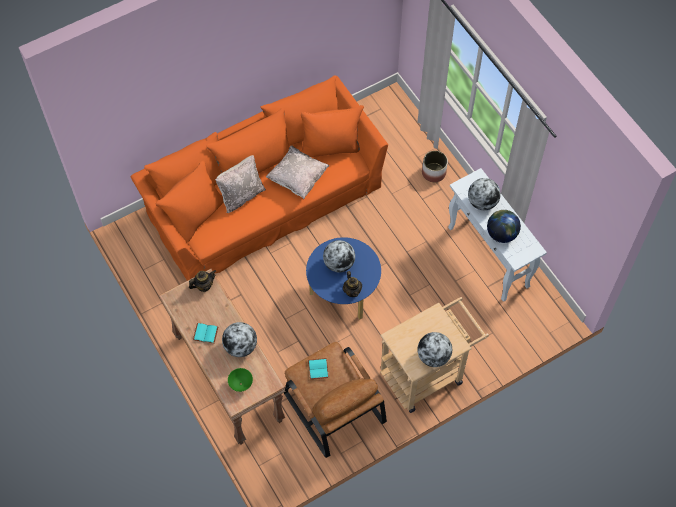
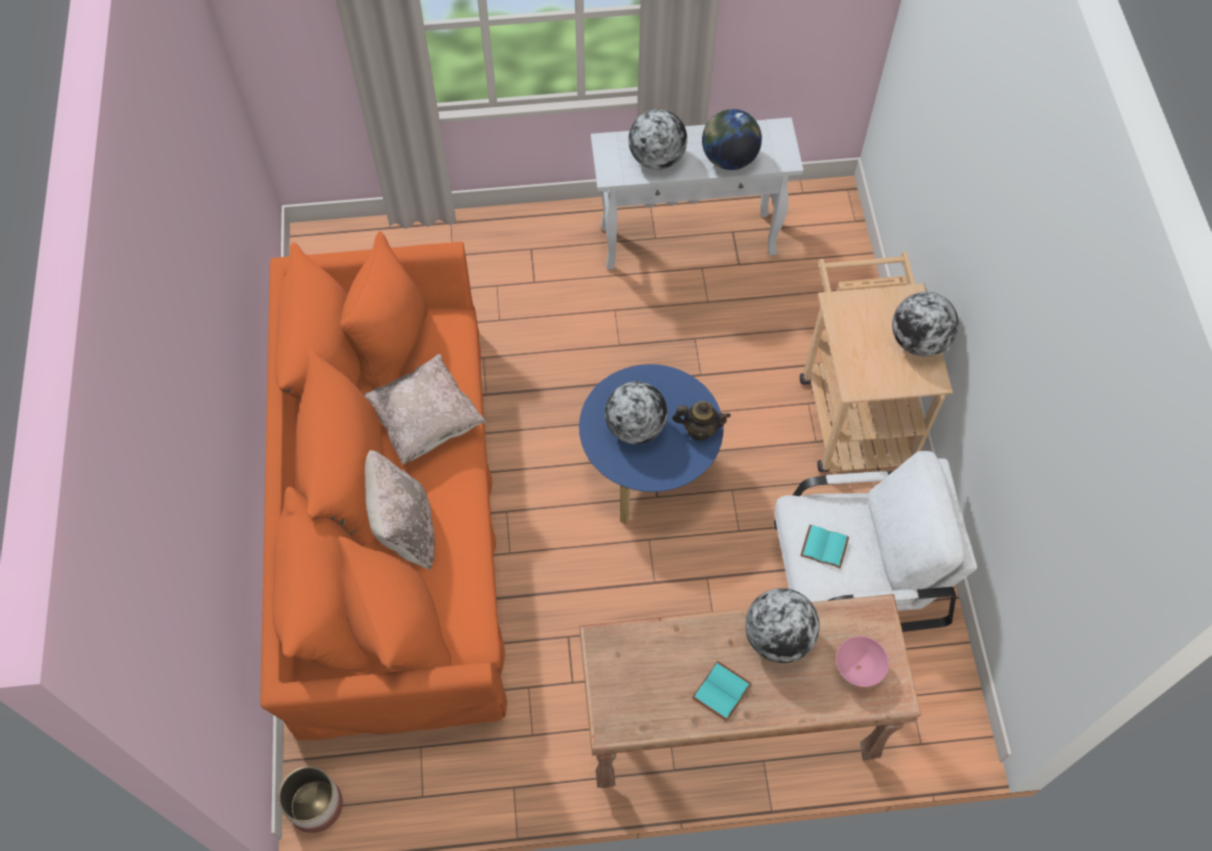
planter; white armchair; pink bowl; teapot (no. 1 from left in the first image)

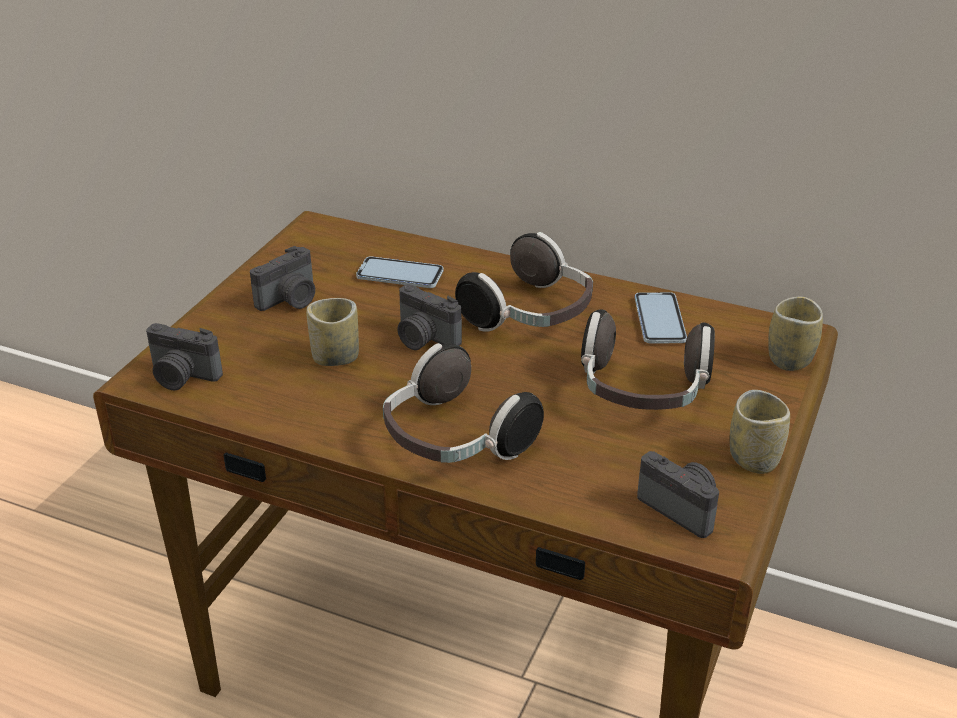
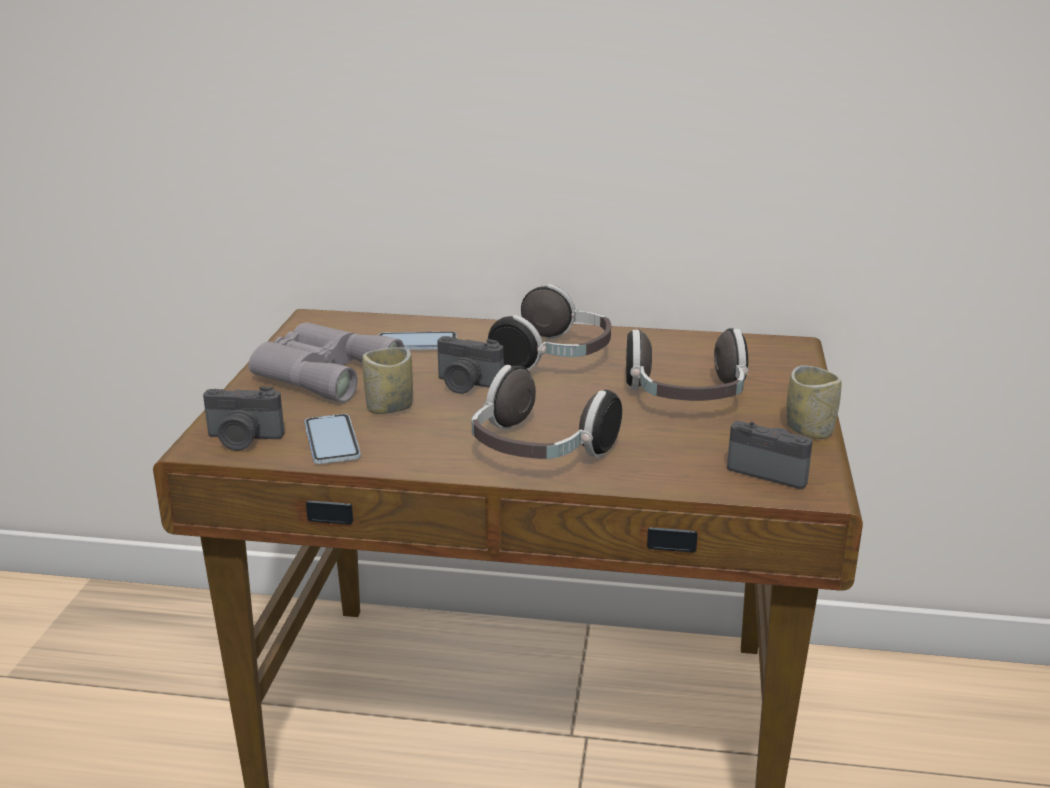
grey binoculars; phone (no. 1 from left); cup (no. 3 from left in the first image)

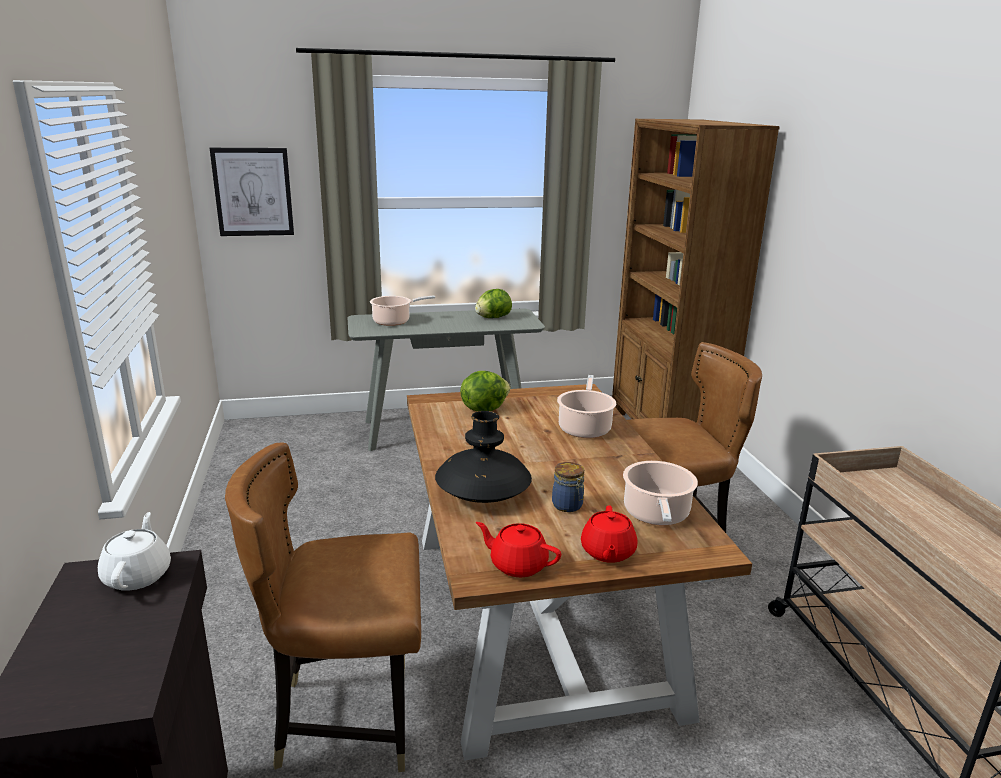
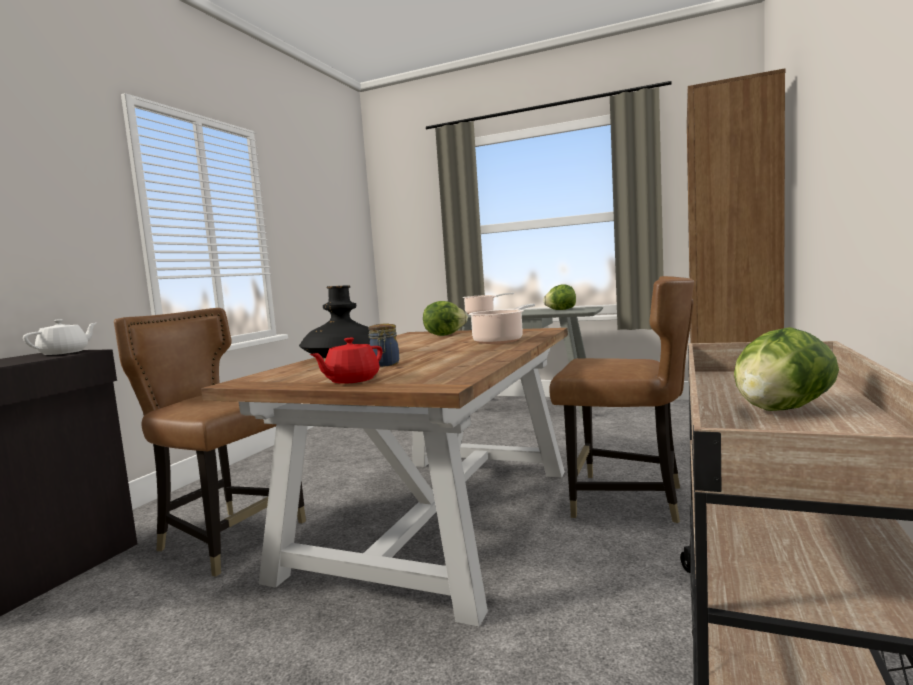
lettuce (no. 3 from left); picture; red teapot (no. 1 from left in the first image); cooking pot (no. 3 from left in the first image)

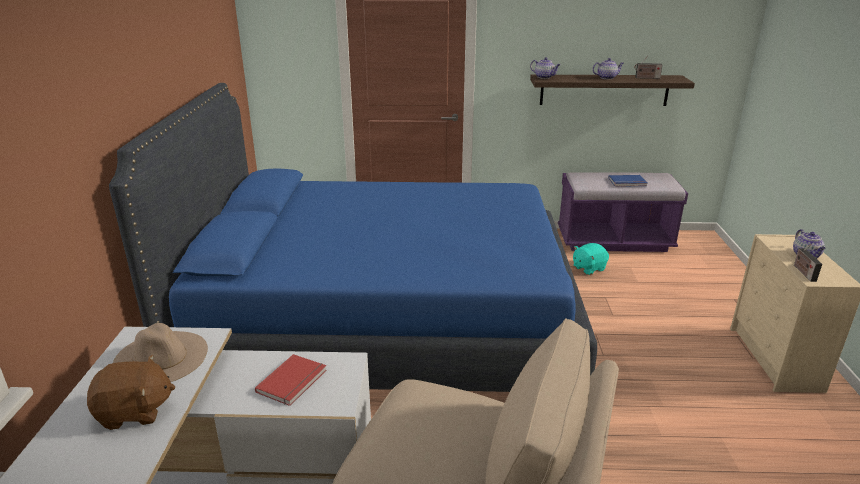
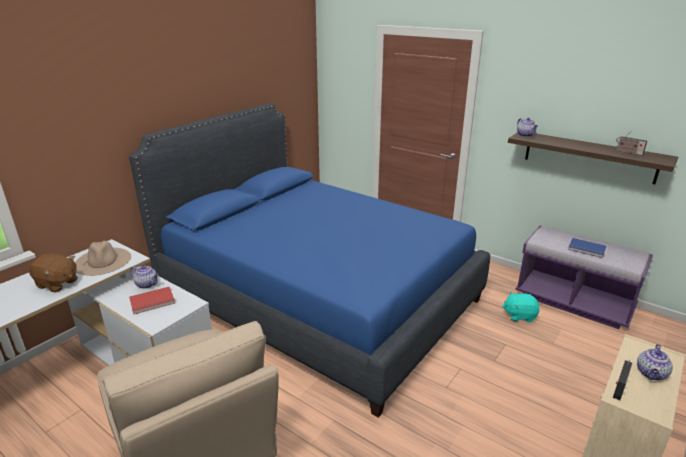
teapot (no. 1 from left)

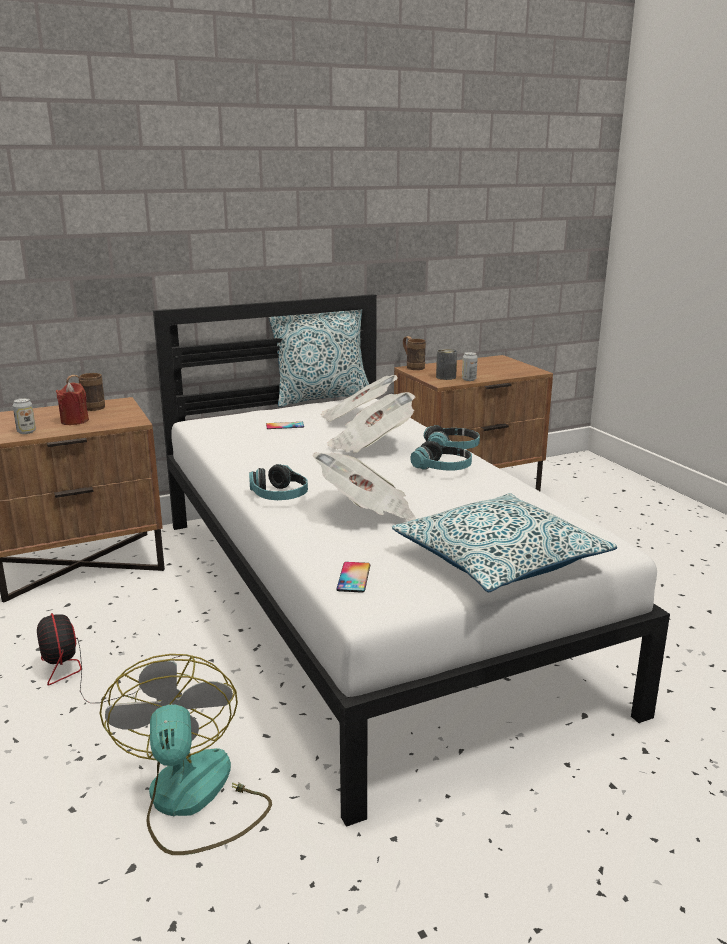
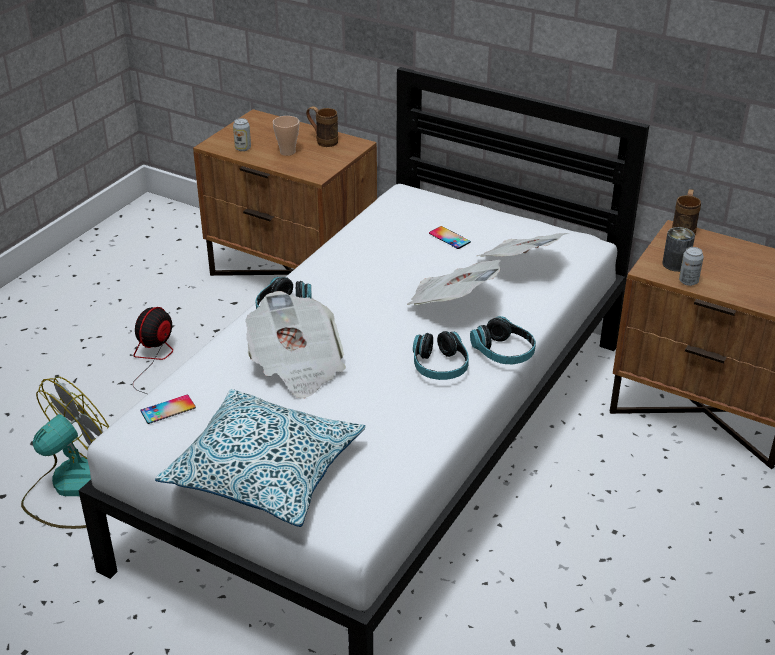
cup; pillow (no. 1 from left in the first image)

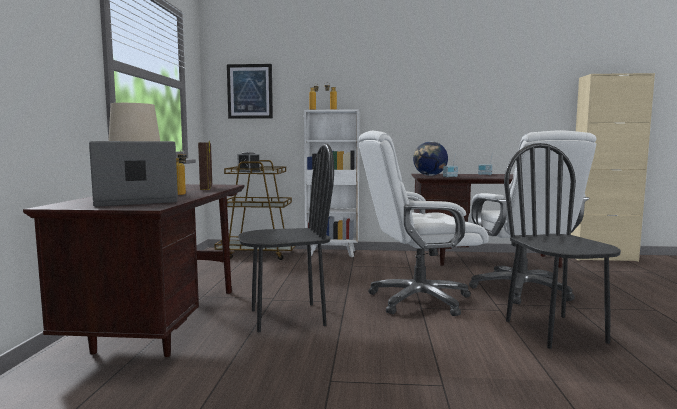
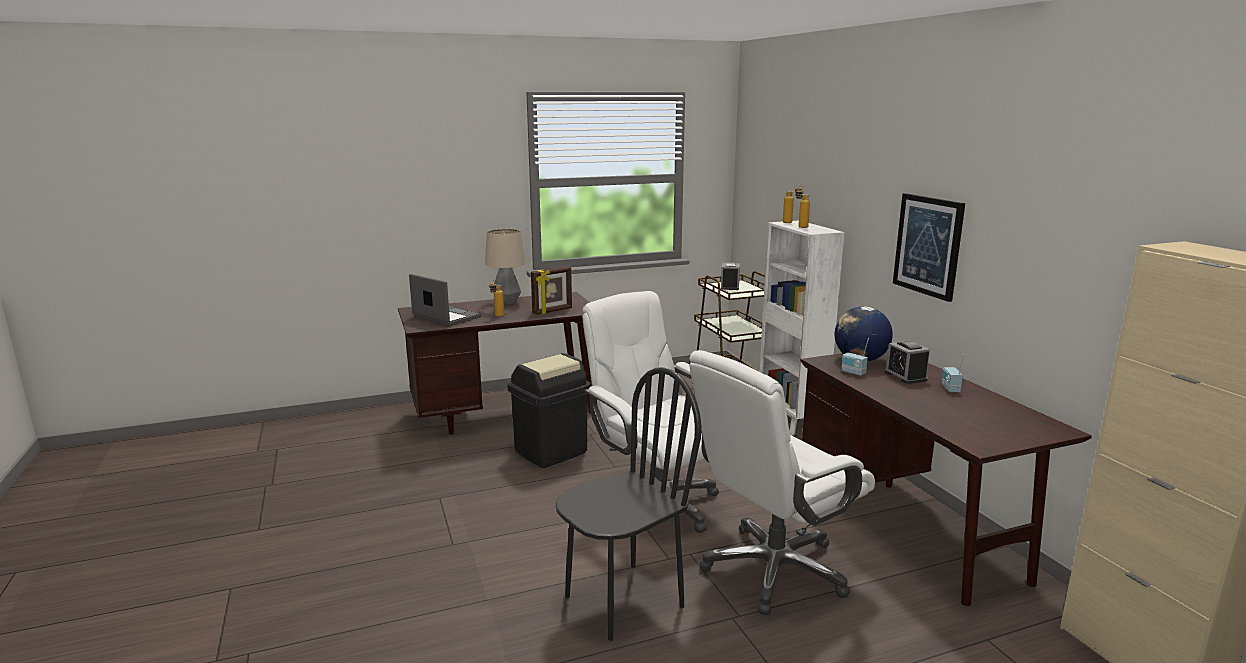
black trash can; alarm clock (no. 2 from left); picture

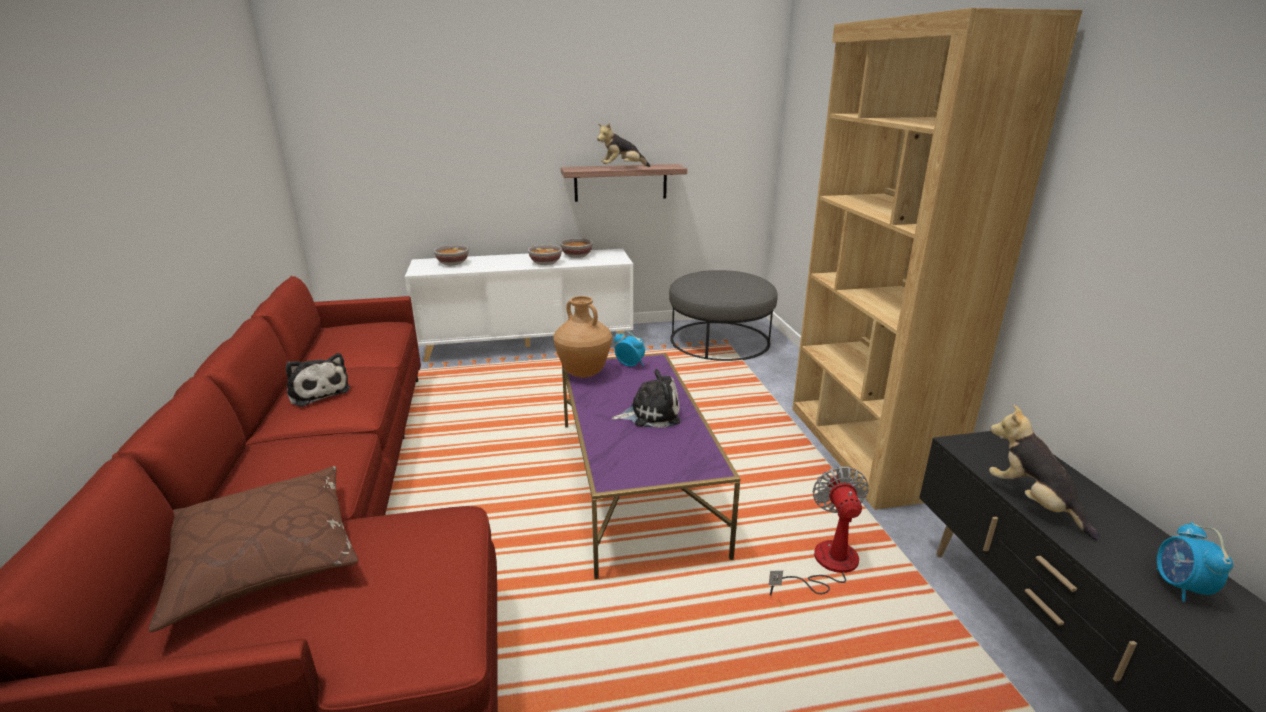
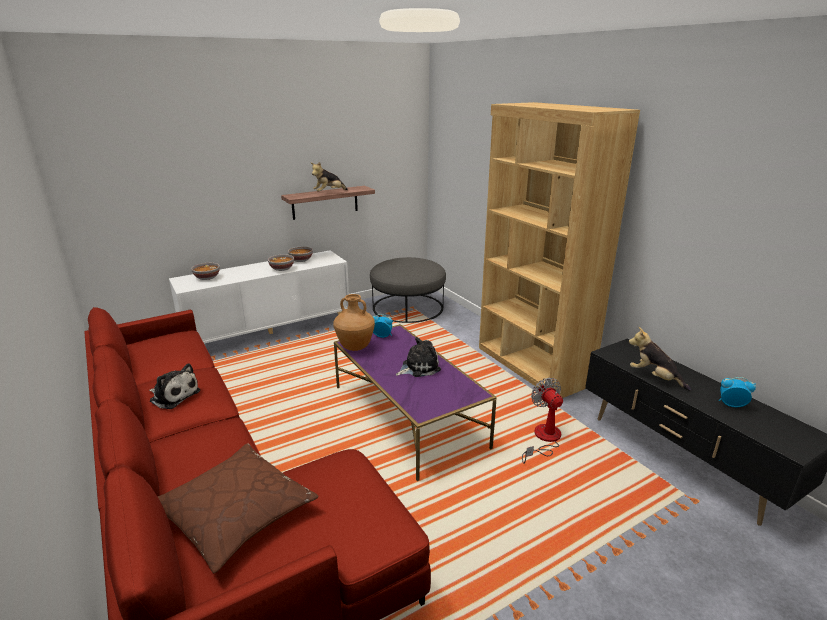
alarm clock (no. 2 from left)

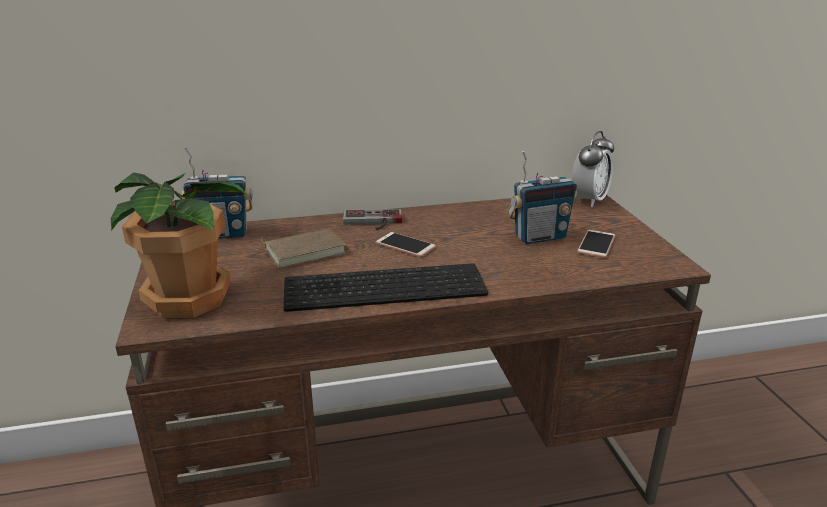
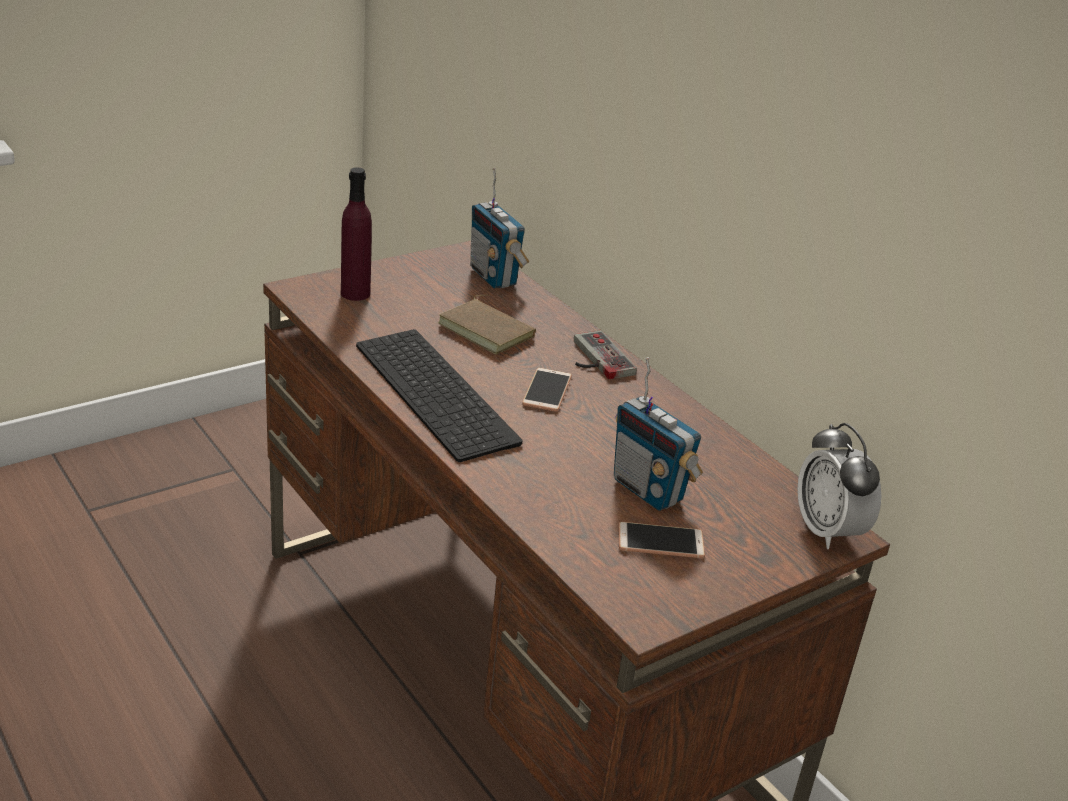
purple bottle; alarm clock

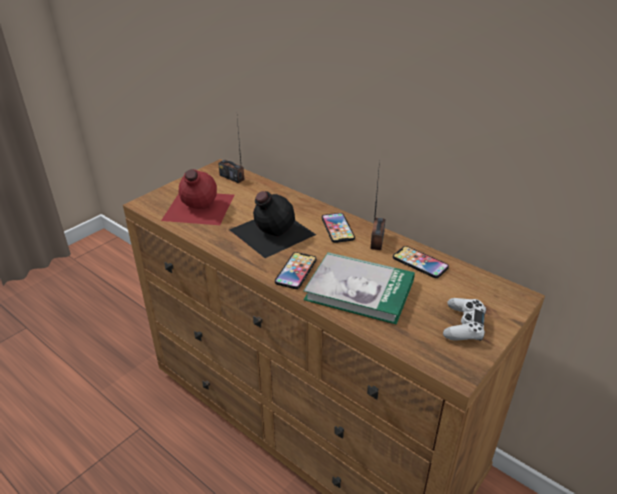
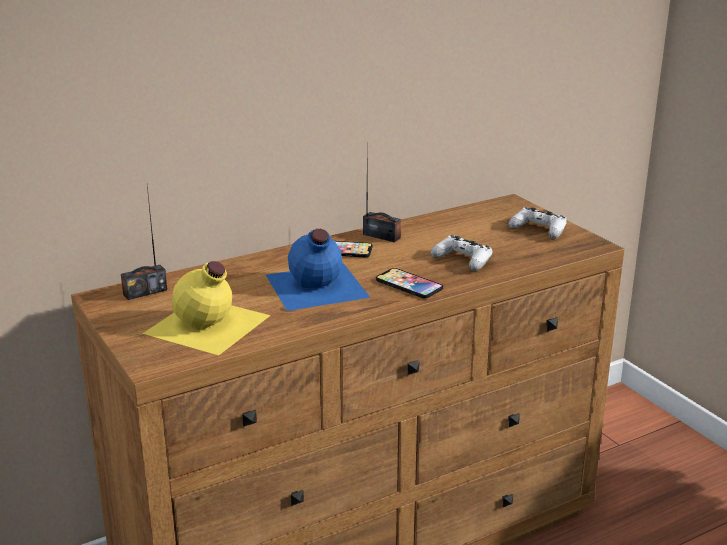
yellow bottle; blue bottle; white game controller (no. 1 from left); phone (no. 3 from left in the first image)

